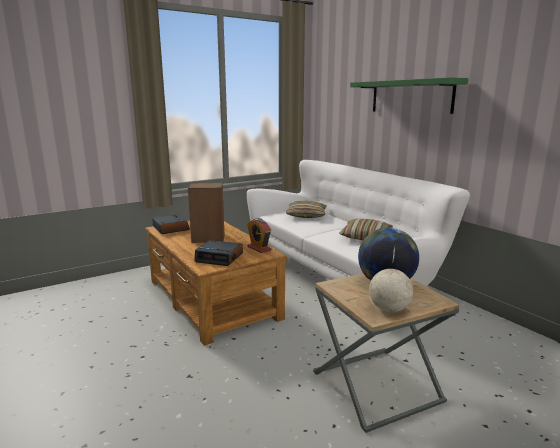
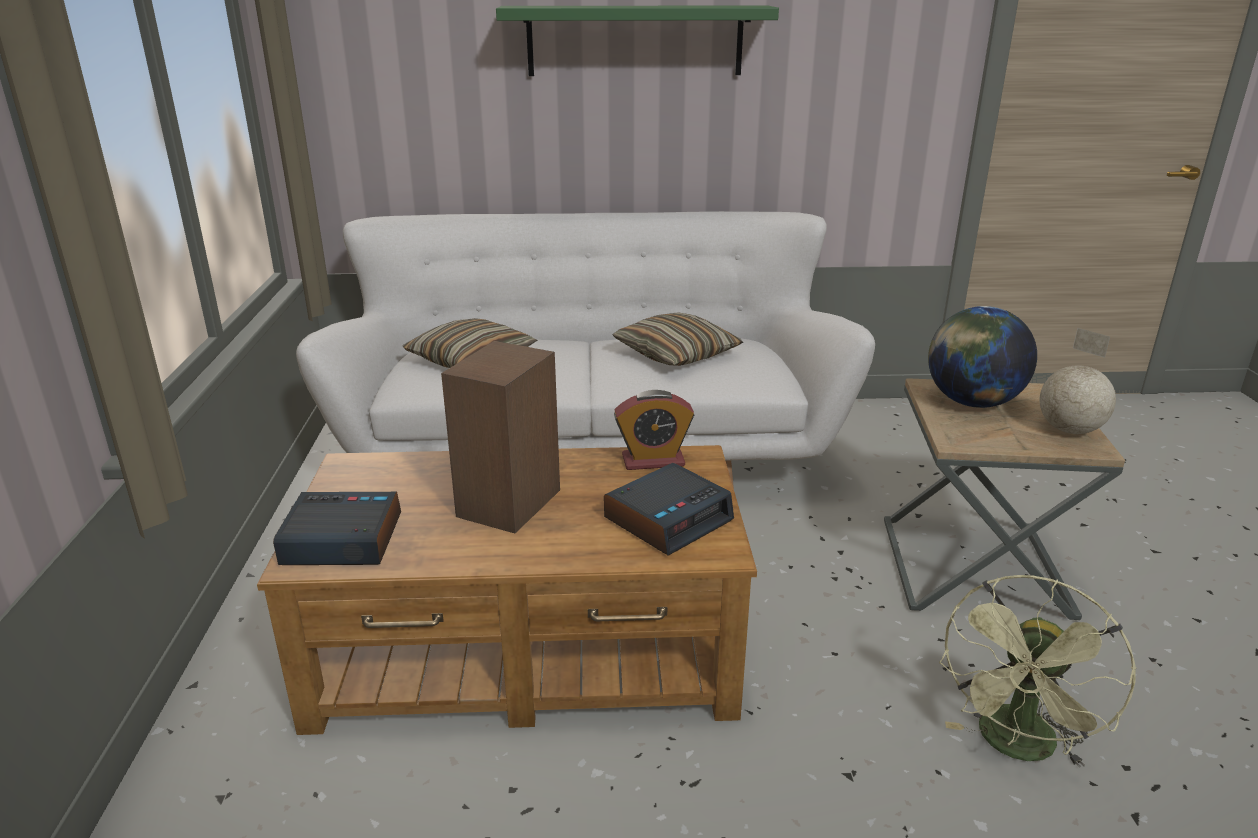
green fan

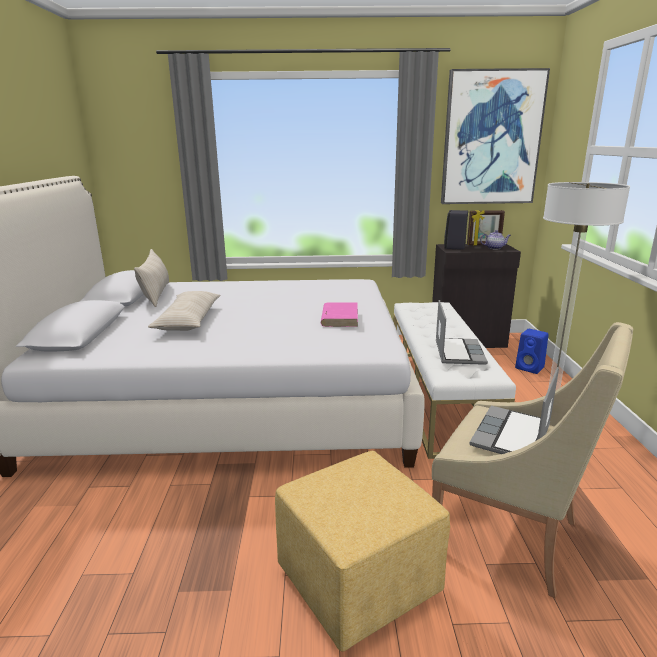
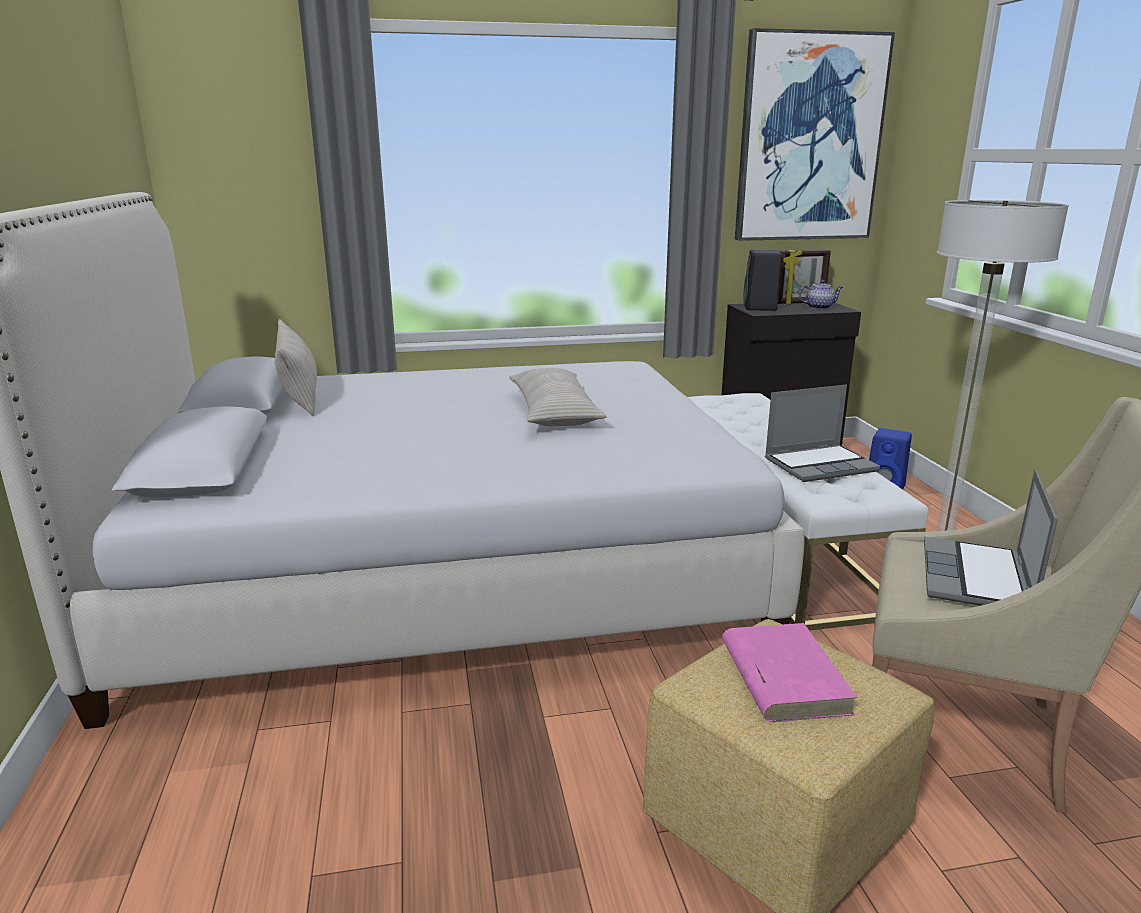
beige pillow (no. 2 from left); pink book; laptop (no. 1 from left)

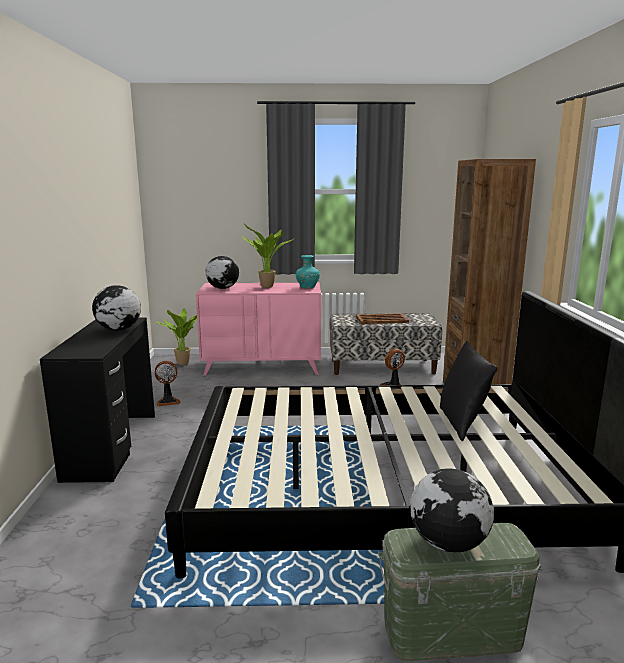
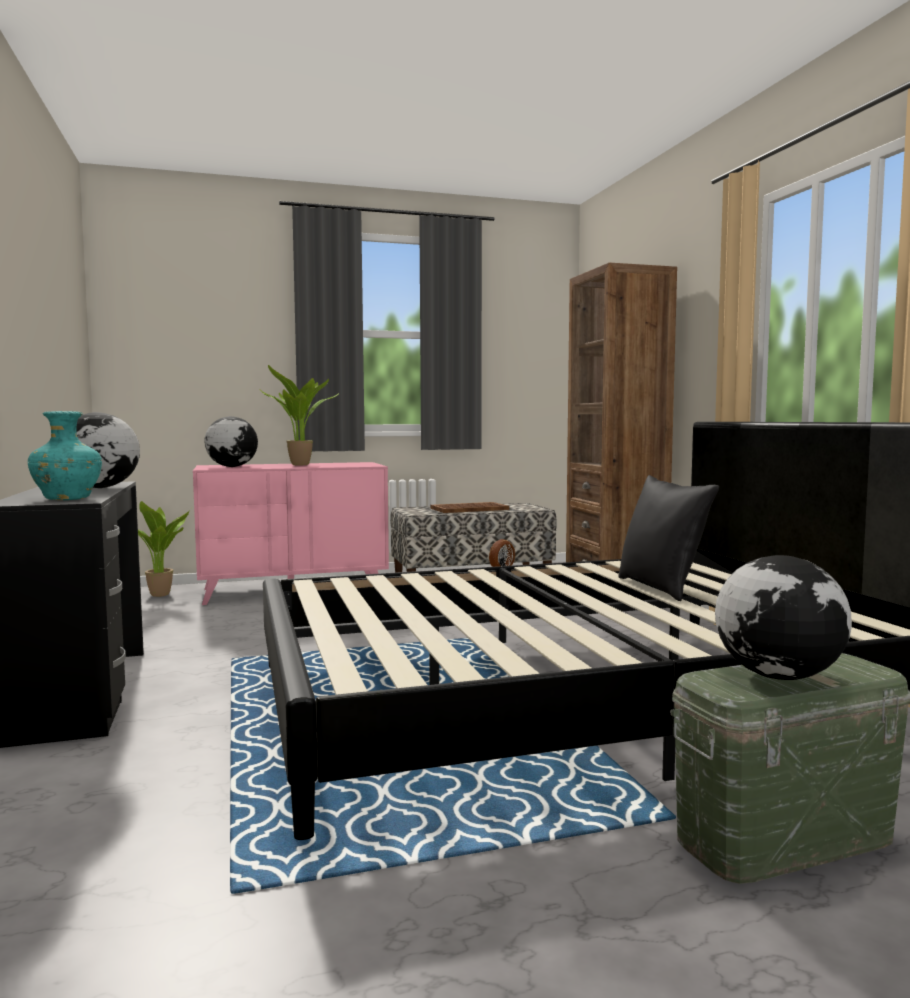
turquoise vase; fan (no. 1 from left in the first image)

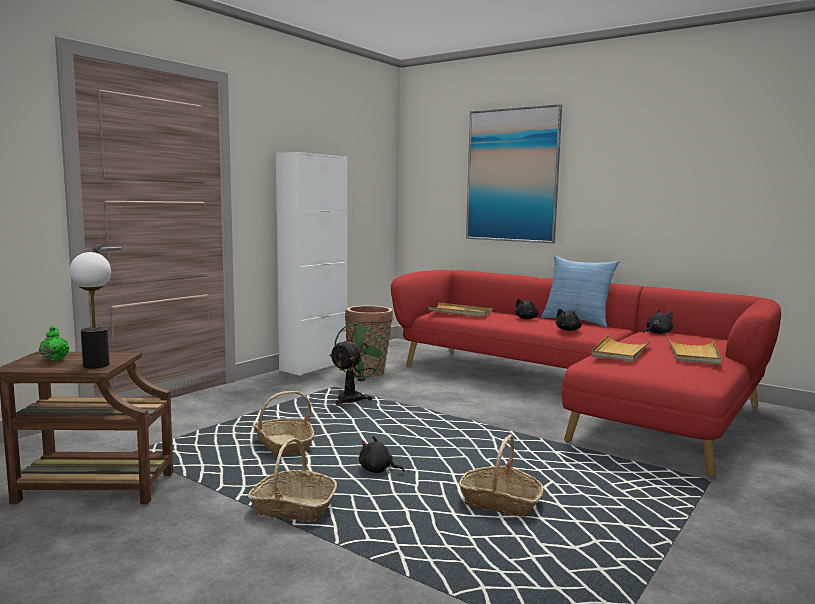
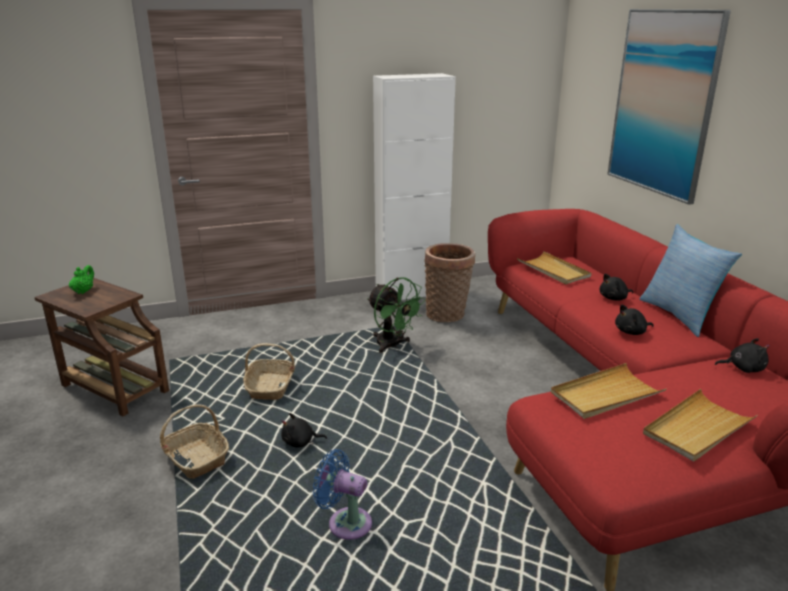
black plush toy (no. 1 from left); blue fan; green fan; table lamp

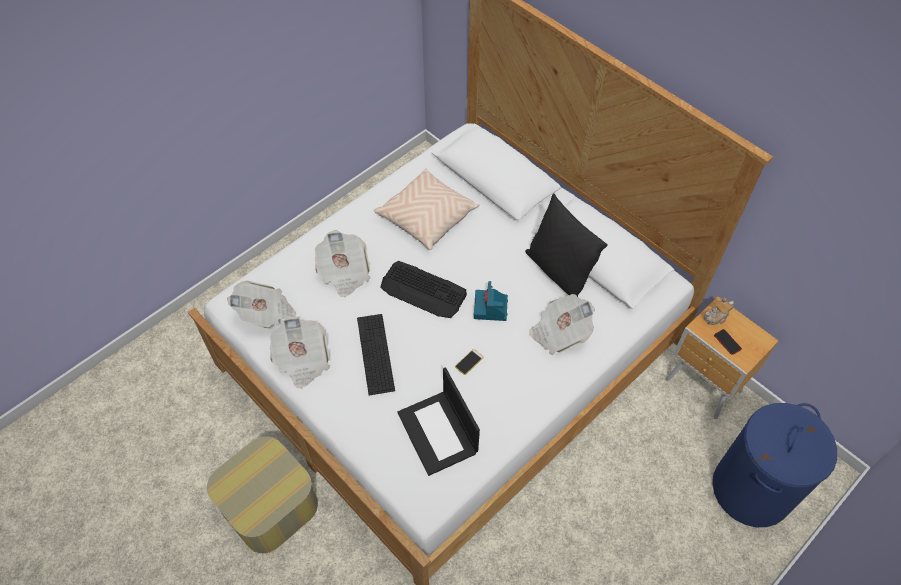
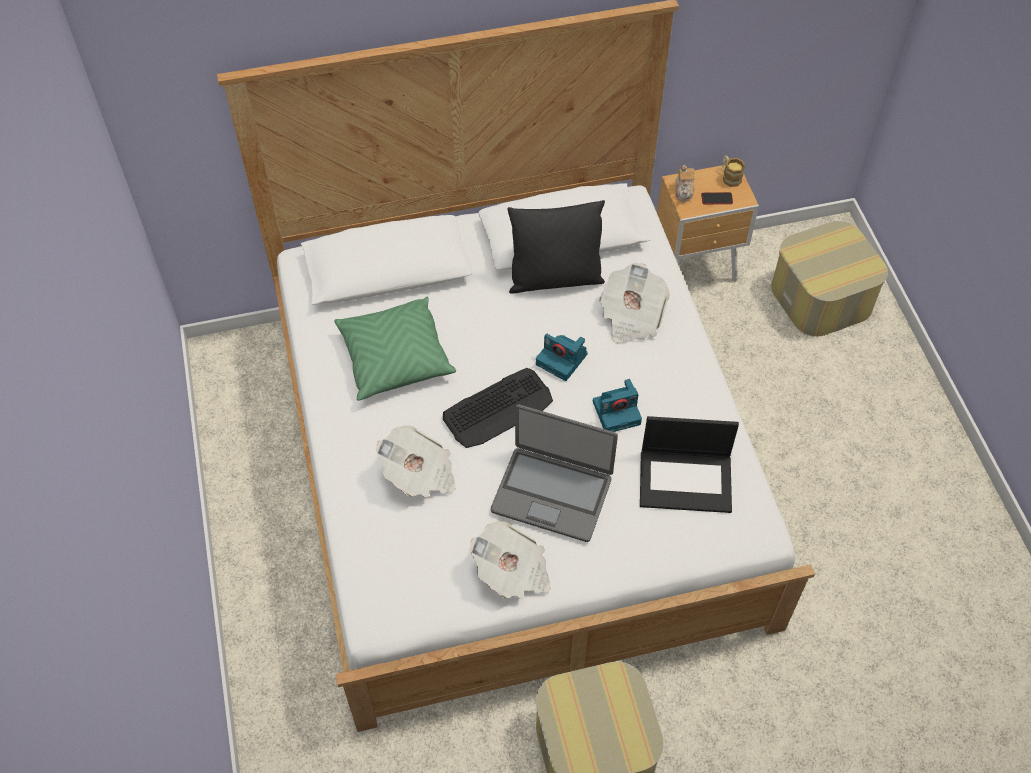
green pillow; laptop (no. 1 from left); photo camera (no. 2 from left); mug; ottoman (no. 2 from left); newspaper (no. 1 from left in the first image)

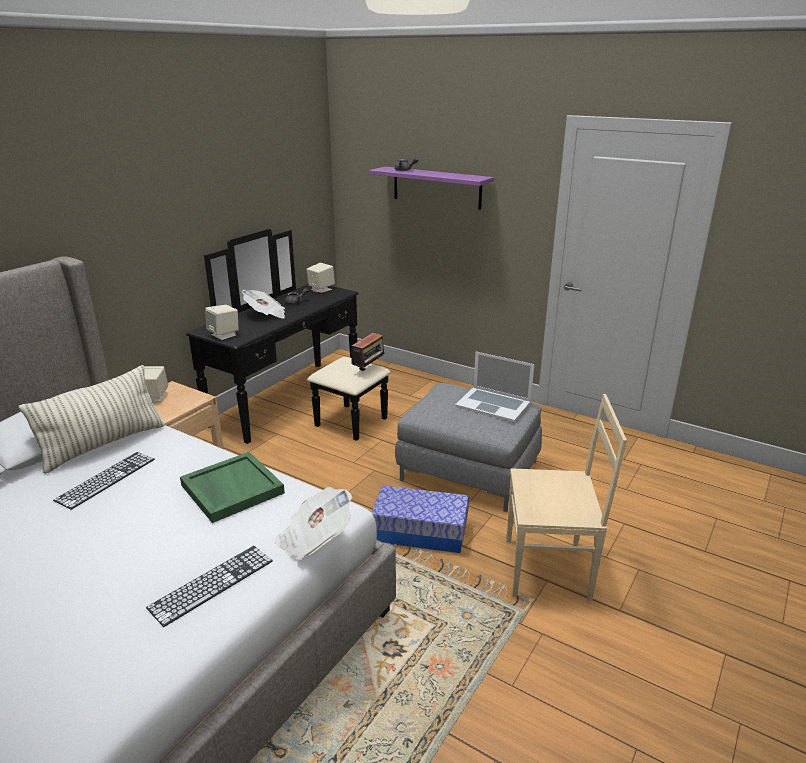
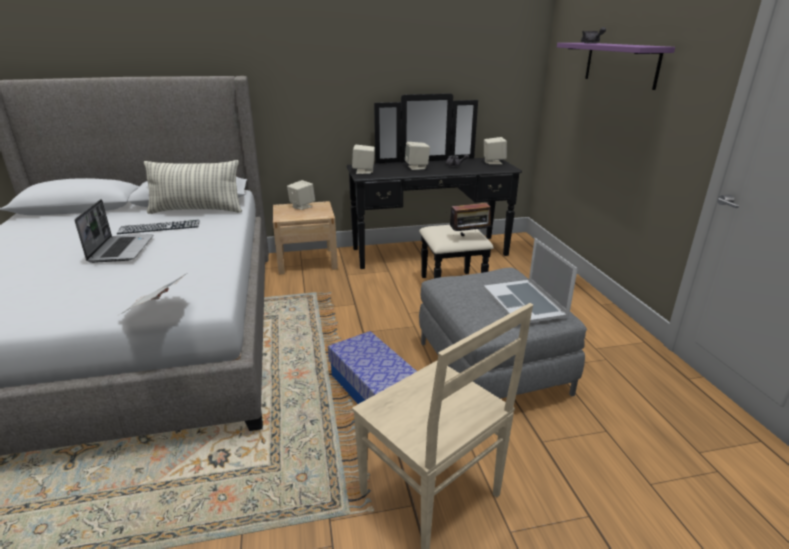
laptop (no. 1 from left); beige speaker (no. 3 from left); keyboard (no. 2 from left in the first image); green tray

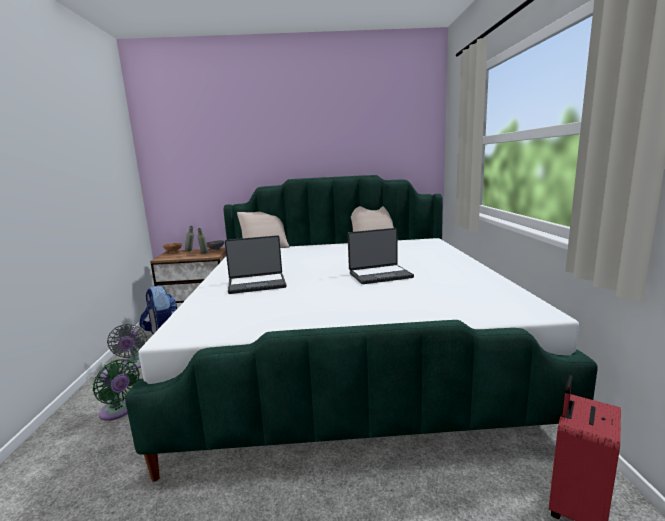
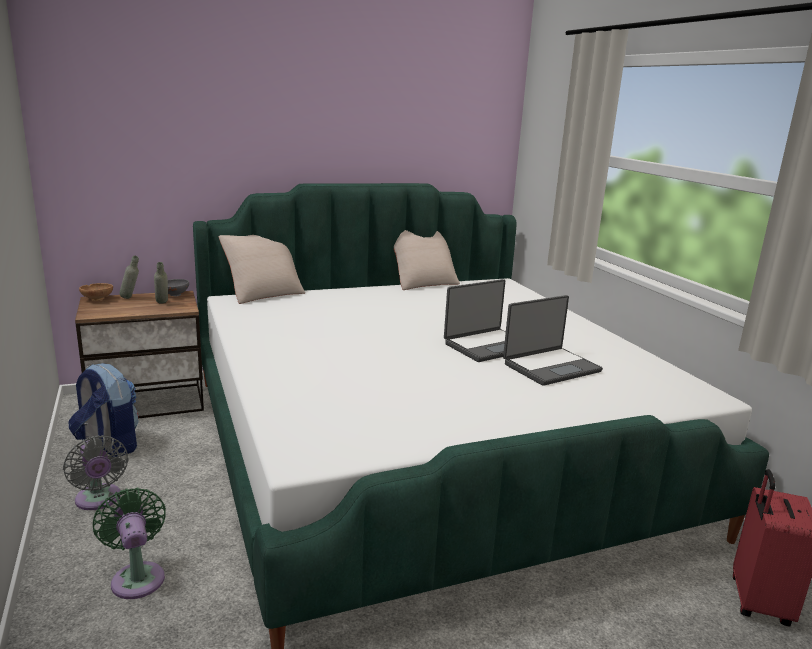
green fan; laptop (no. 2 from left)

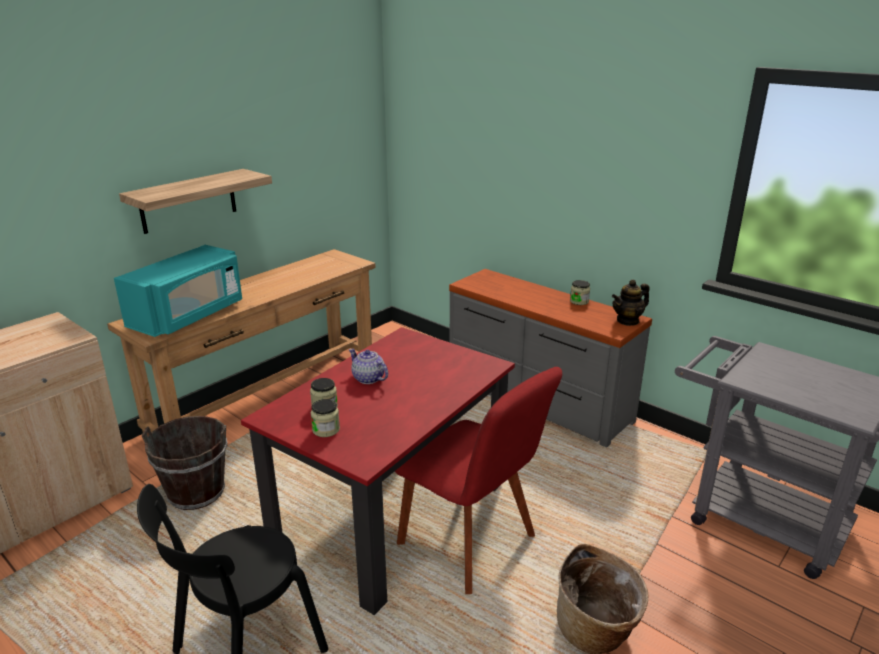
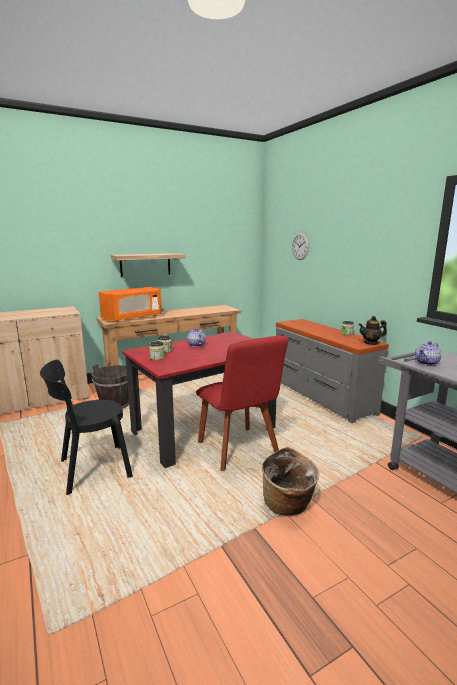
orange microwave; wall clock; teapot (no. 3 from left)

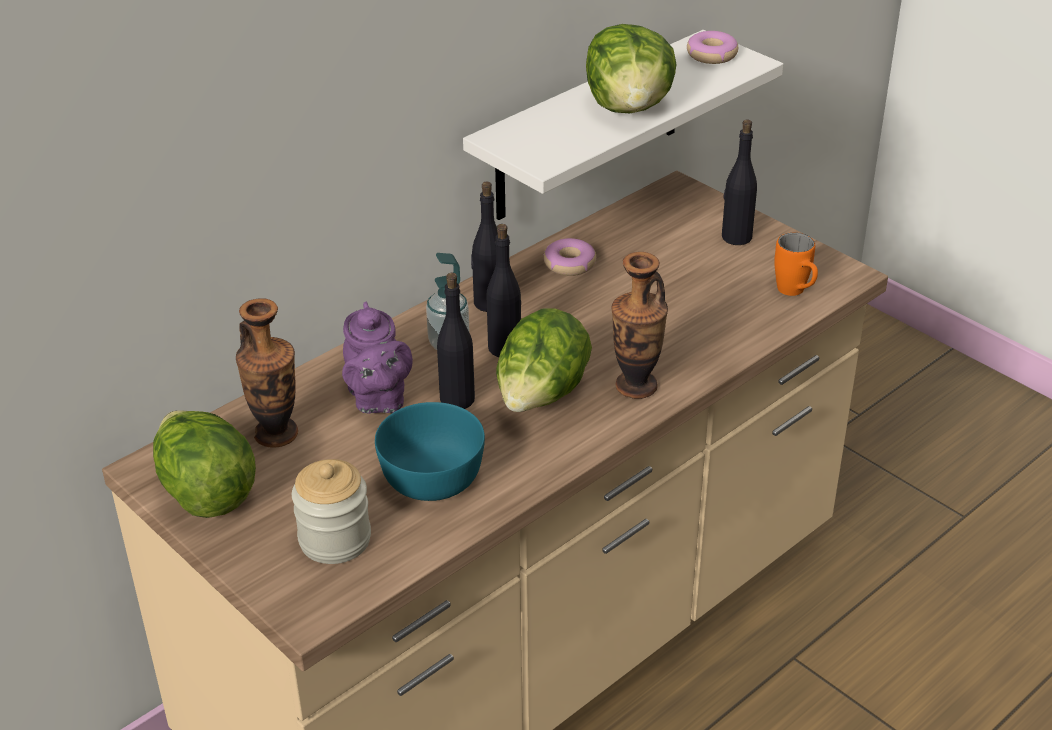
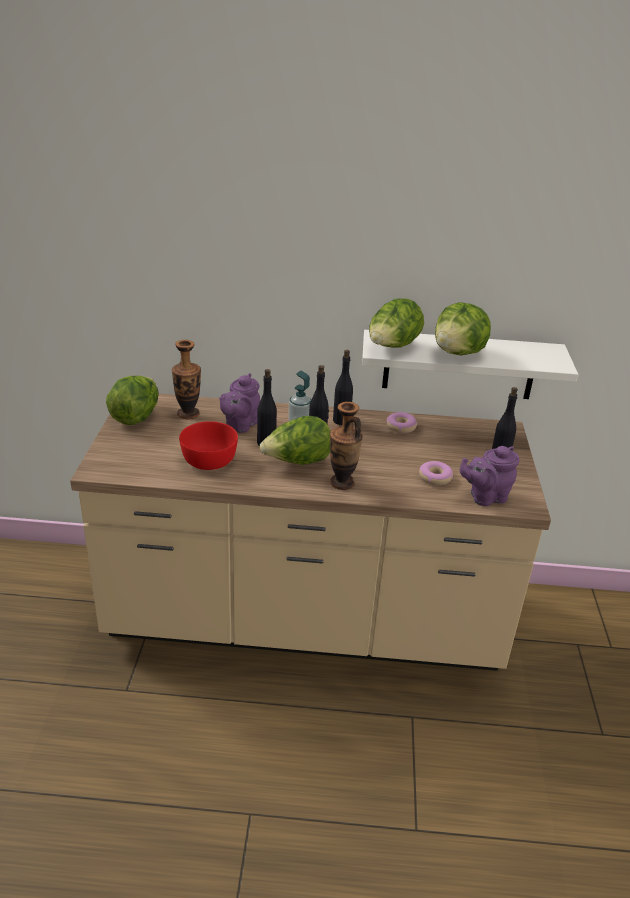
red bowl; lettuce (no. 3 from left); donut (no. 2 from left); purple teapot (no. 2 from left); jar

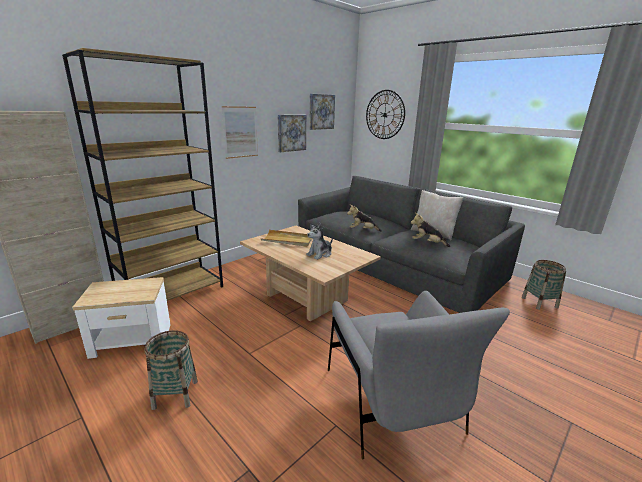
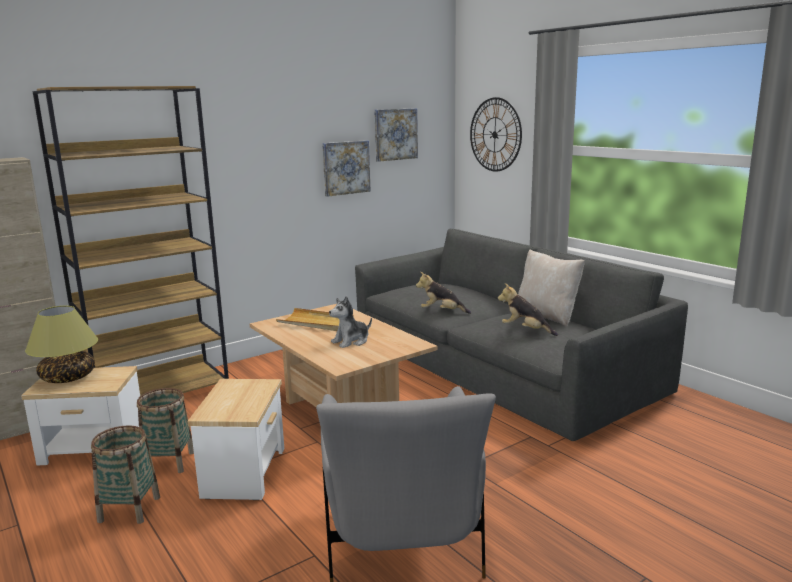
table lamp; basket (no. 2 from left); side table (no. 2 from left); picture (no. 1 from left in the first image)

